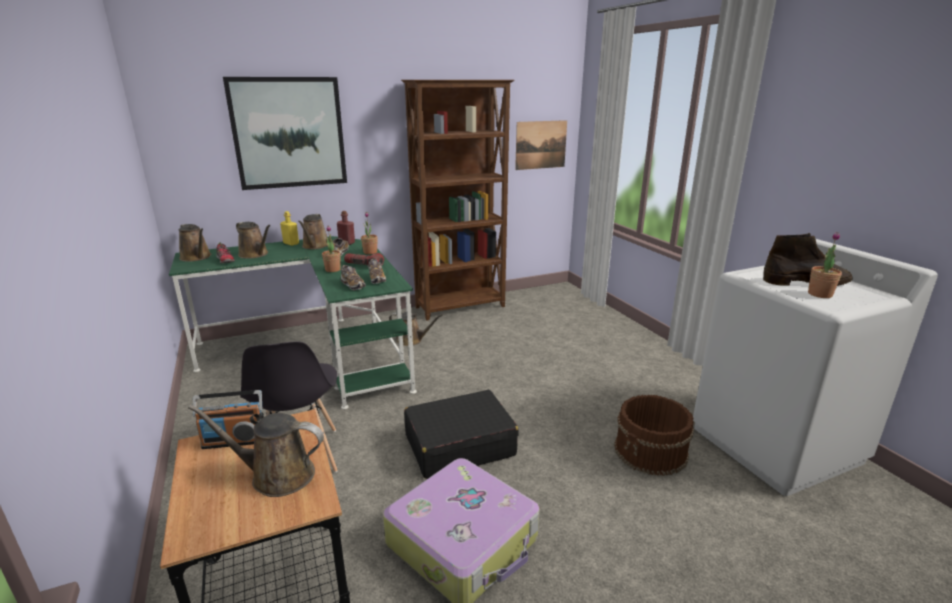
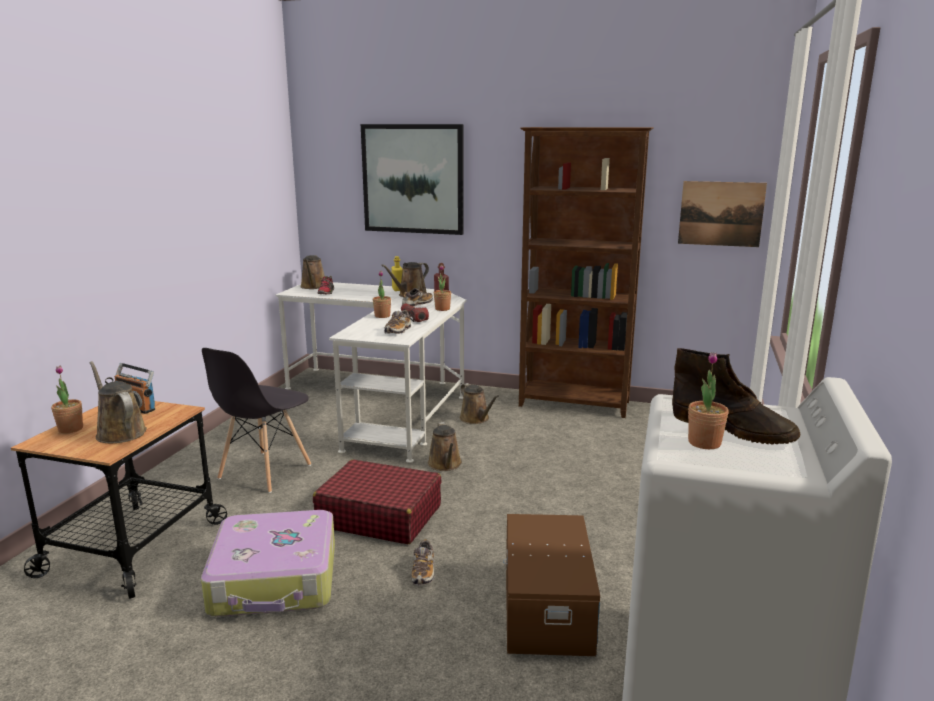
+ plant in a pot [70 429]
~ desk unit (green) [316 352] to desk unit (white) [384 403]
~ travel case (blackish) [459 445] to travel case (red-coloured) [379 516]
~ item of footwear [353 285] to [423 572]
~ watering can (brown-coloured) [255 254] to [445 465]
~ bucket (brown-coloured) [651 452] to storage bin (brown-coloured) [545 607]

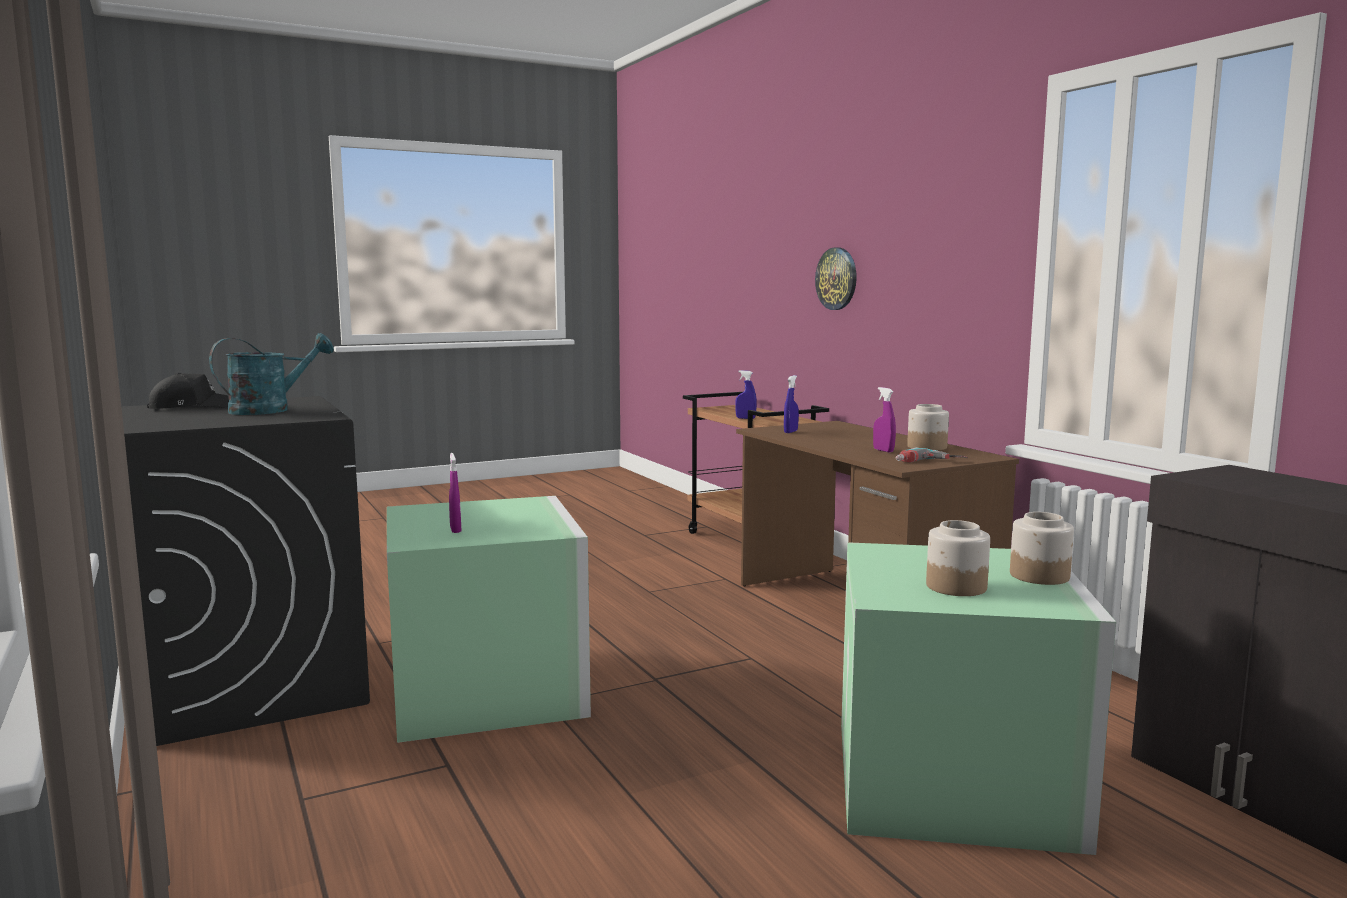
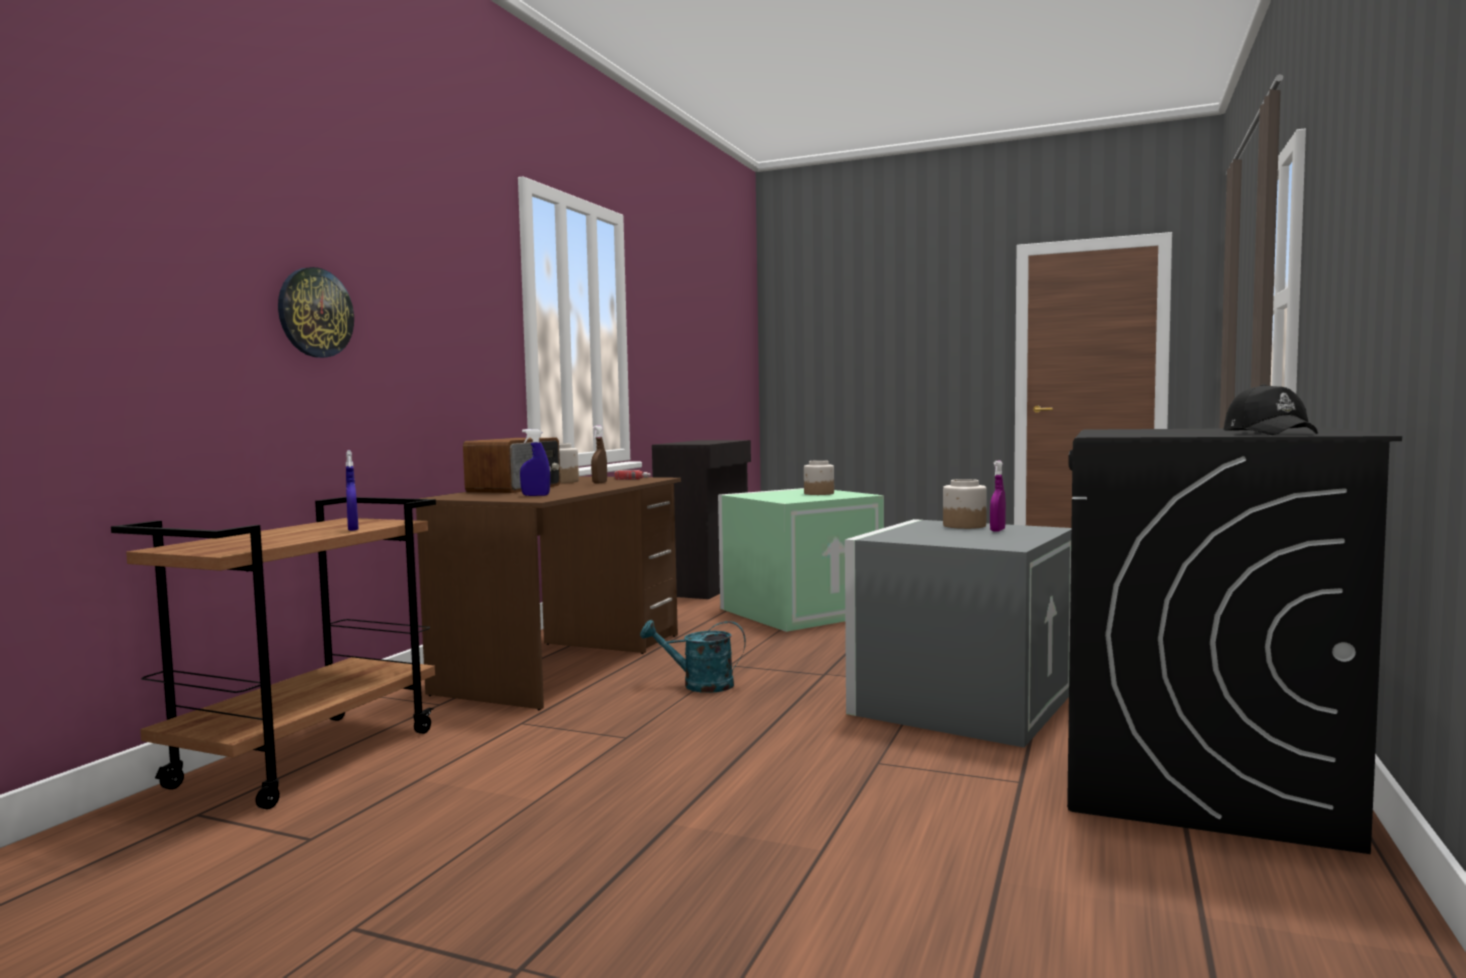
+ radio receiver [516 488]
~ hand sprayer (purplish) [883 450] to hand sprayer (brown-coloured) [599 483]
~ watering can (turquoise) [270 410] to [698 685]
~ storage bin (green) [490 691] to storage bin (grey) [960 702]
~ storage jar [1040 576] to [963 526]
~ peaked cap (blackish) [191 407] = [1269 433] 120 degrees counterclockwise

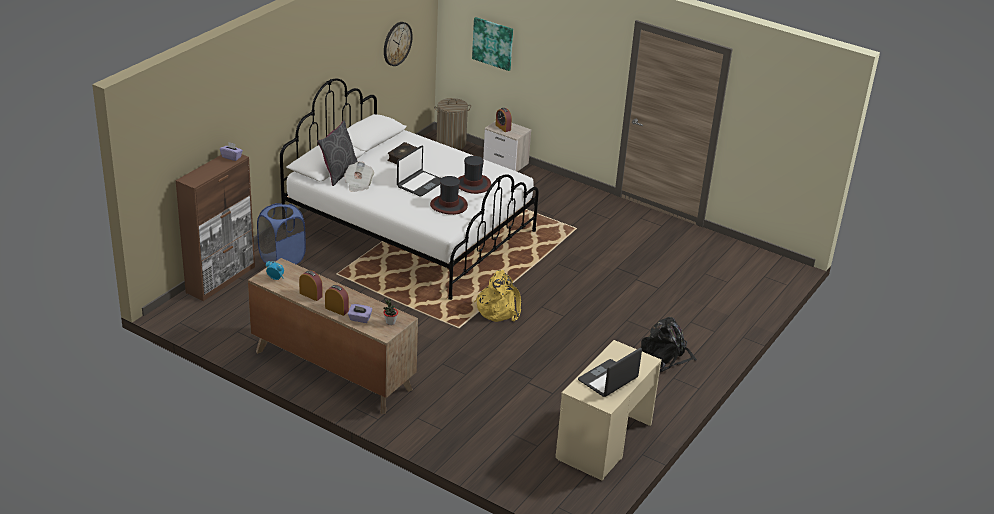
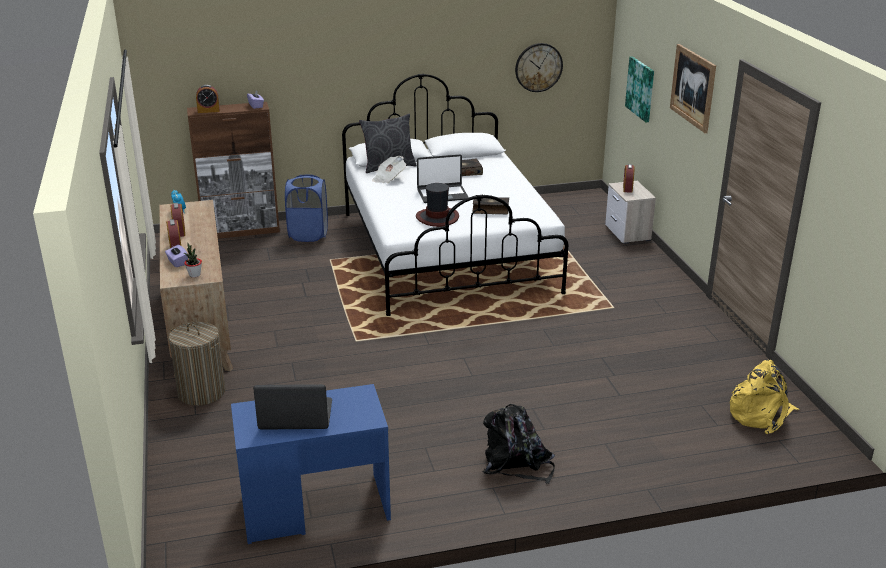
~ washing basket [451 143] to [201 392]
+ table clock [208 111]
~ desk unit (beige) [604 441] to desk unit (blue-coloured) [315 508]
~ hat [473 184] to book [490 210]
+ wall picture [693 87]
~ rucksack (yellow-coloured) [498 309] to [760 414]

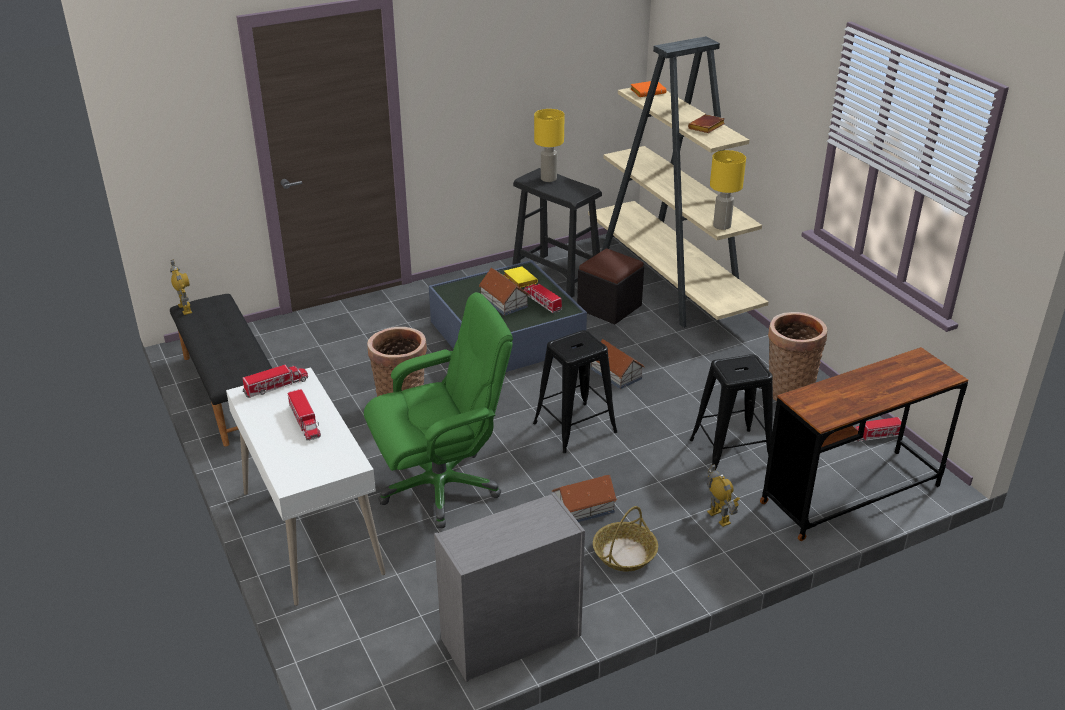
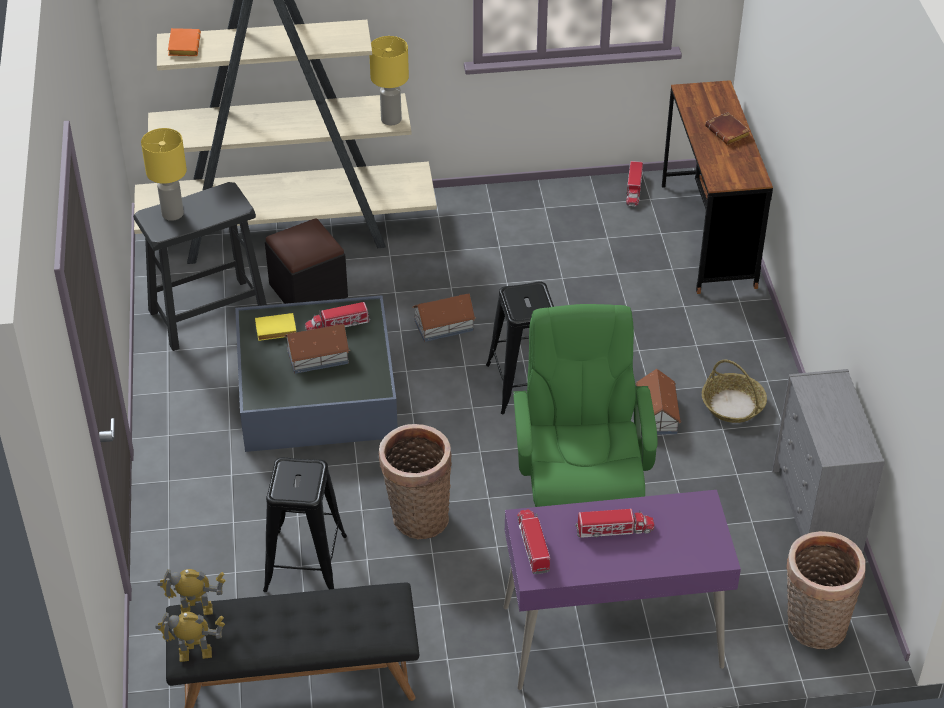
~ toy robot [719 517] to [196 611]
~ stool seat (blackish) [730 452] to [305 563]
~ desk unit (white) [311 532] to desk unit (purplish) [612 638]
~ book (brown-coloured) [706 127] to [729 132]
~ storage basket [788 391] to [812 627]

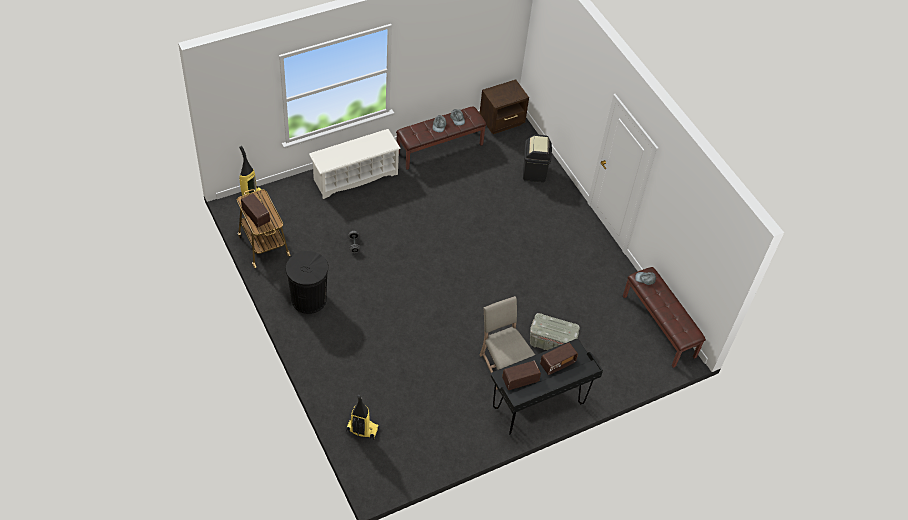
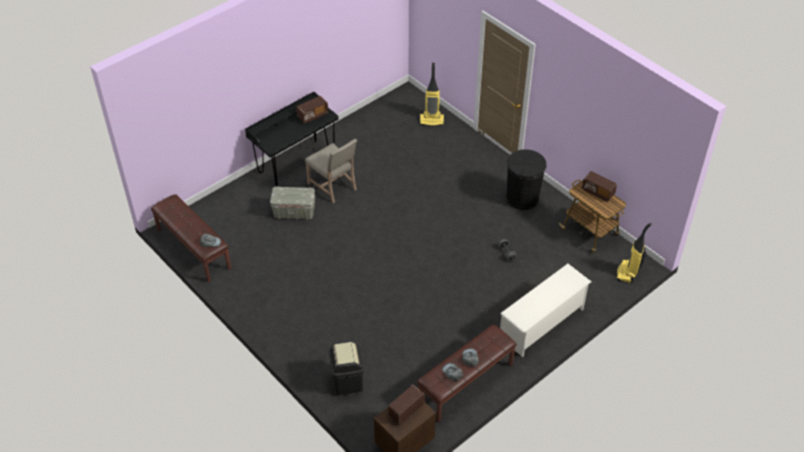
~ radio receiver [557 363] to [406 410]

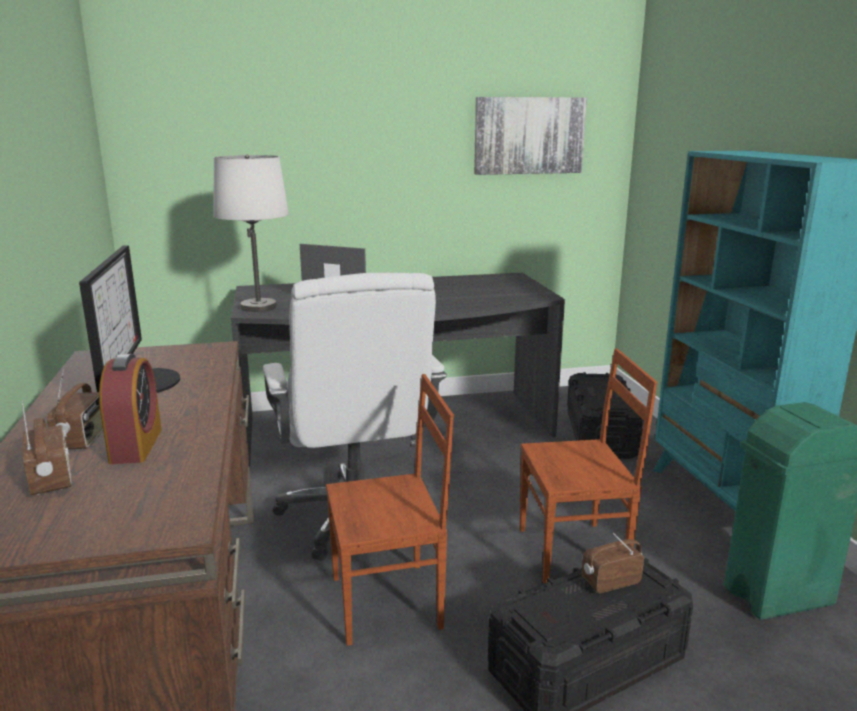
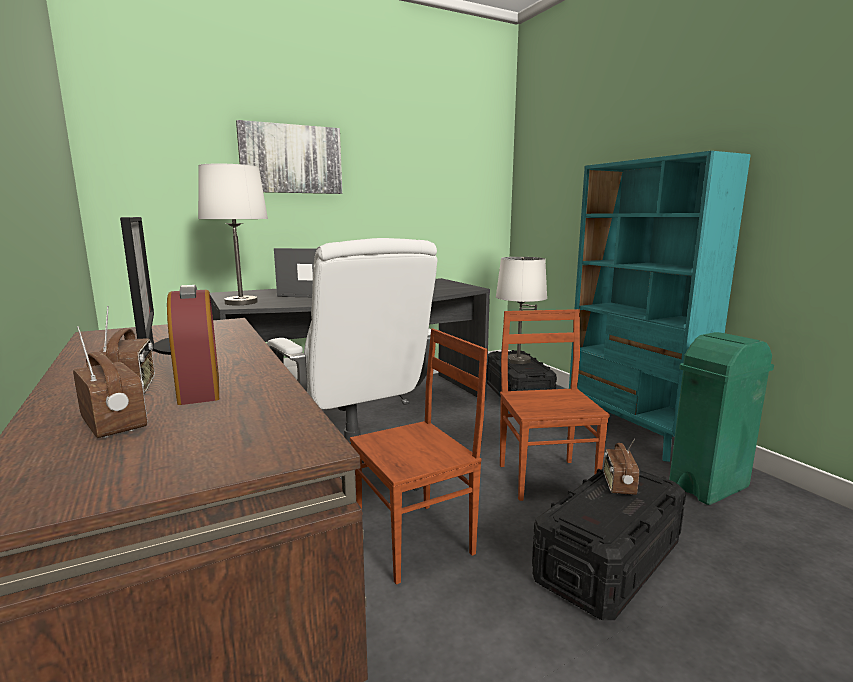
~ wall picture [529 135] to [291 159]
+ tabletop lamp (white) [518 360]
~ upright chair (brown-coloured) [574 553] = [547 478] 75 degrees counterclockwise
~ radio receiver [610 581] = [618 485] 45 degrees counterclockwise

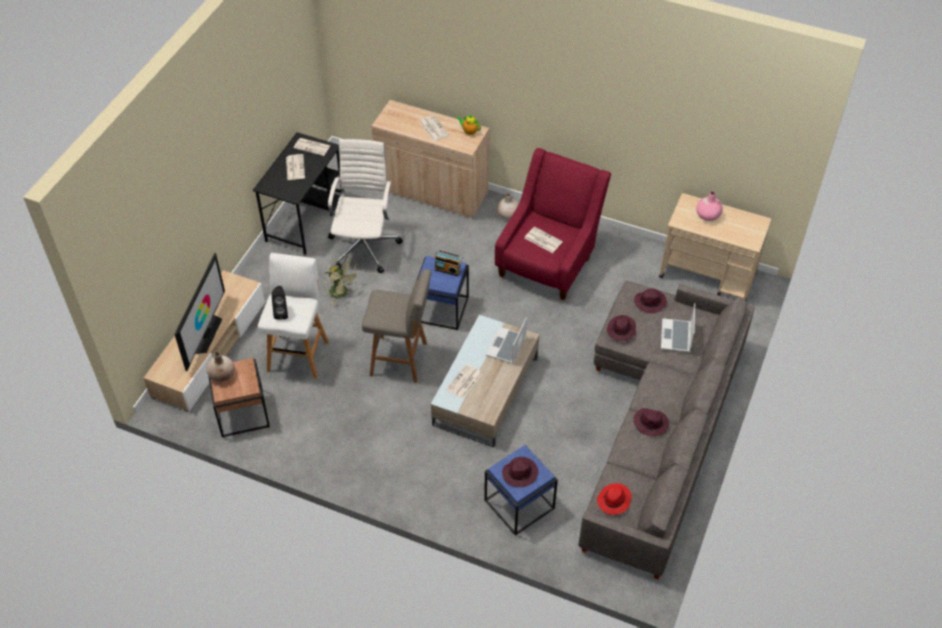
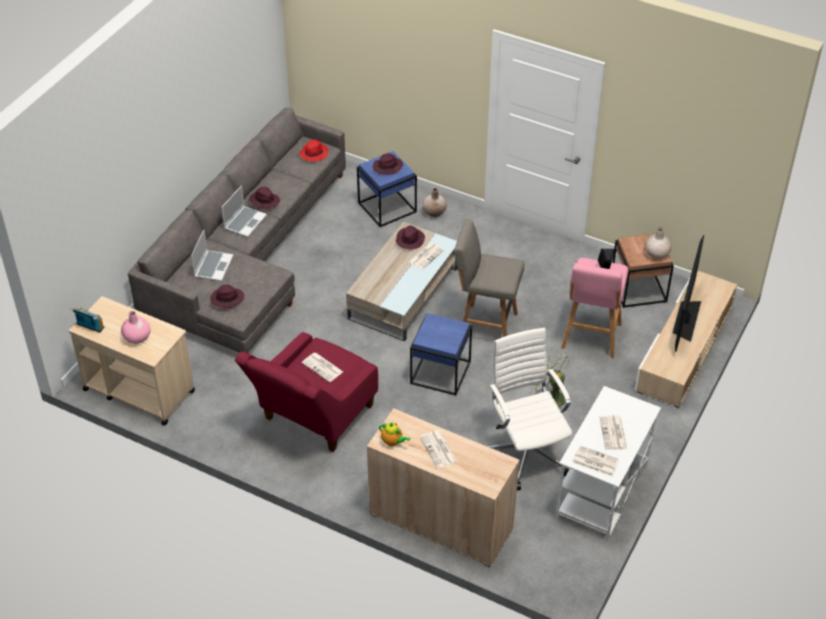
~ radio receiver [448 269] to [89 326]
~ laptop [506 347] to [245 222]
~ hat (purplish) [621 330] to [410 240]
~ vase (beige) [508 215] to [434 212]
~ desk chair (white) [364 246] = [526 452] 150 degrees clockwise
~ desk unit (blackish) [305 219] to desk unit (white) [601 492]
~ stool seat (white) [298 354] to stool seat (pinkish) [591 337]

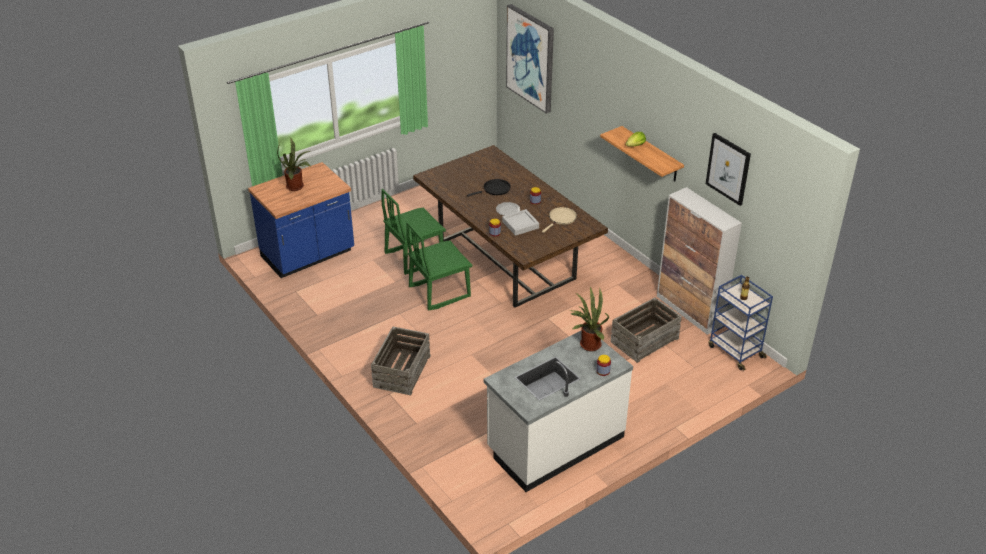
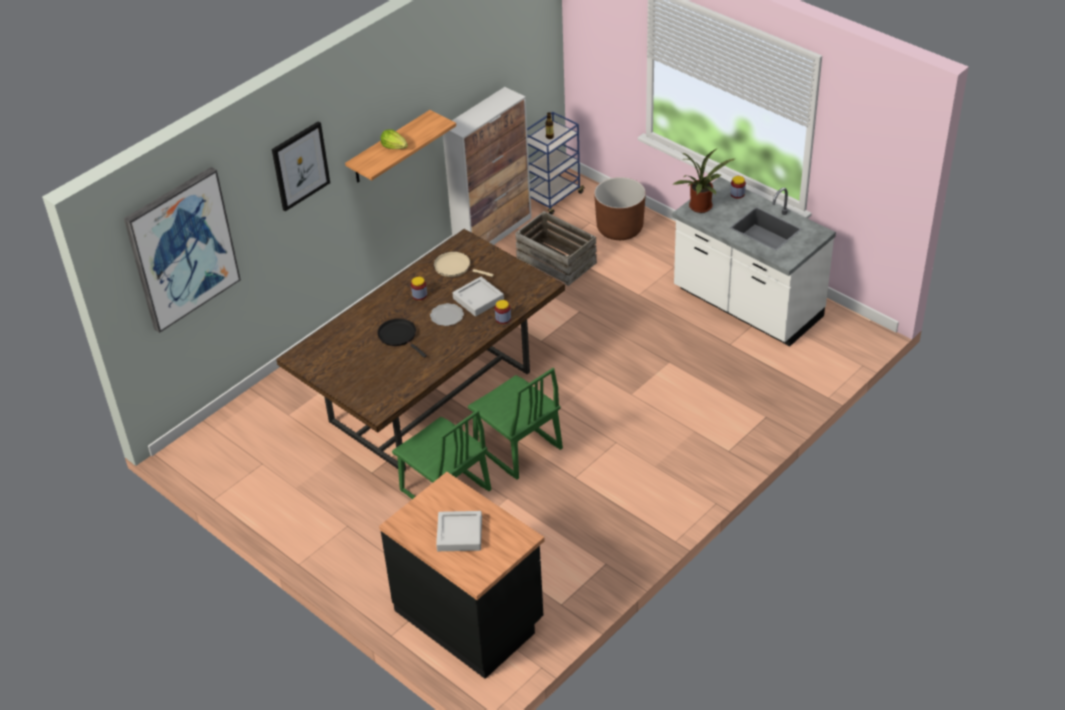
~ wall picture [728 168] to [300 165]
~ kitchen counter (blue-coloured) [308 255] to kitchen counter (blackish) [470 616]
~ plant in a pot [297 186] to carrying tray (grey) [459 534]
+ flower pot (brown-coloured) [619 228]
- packing crate [401 371]

